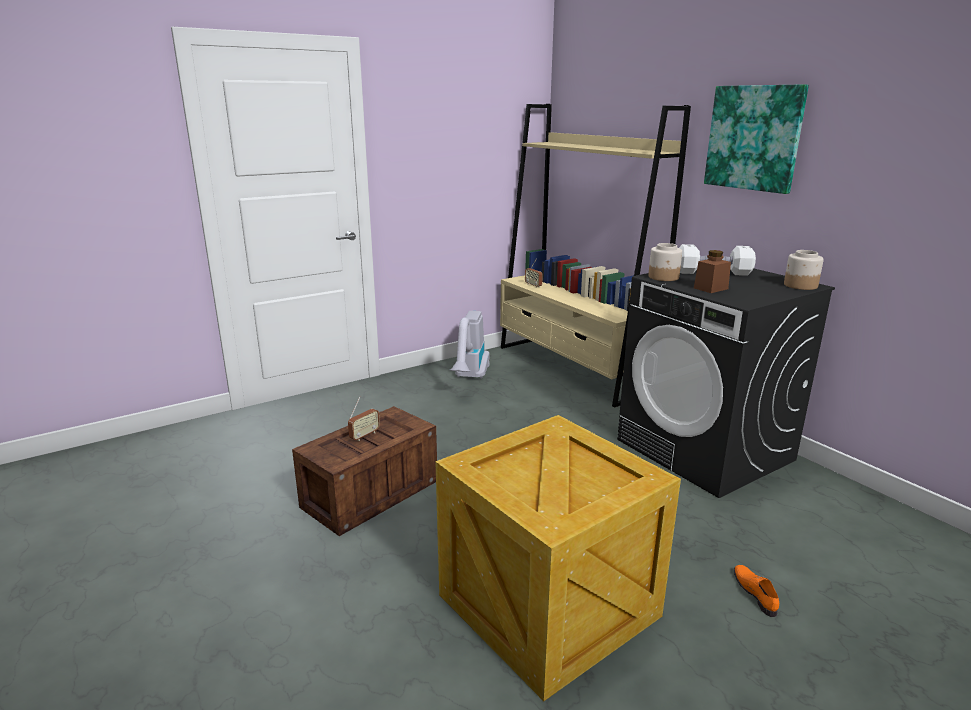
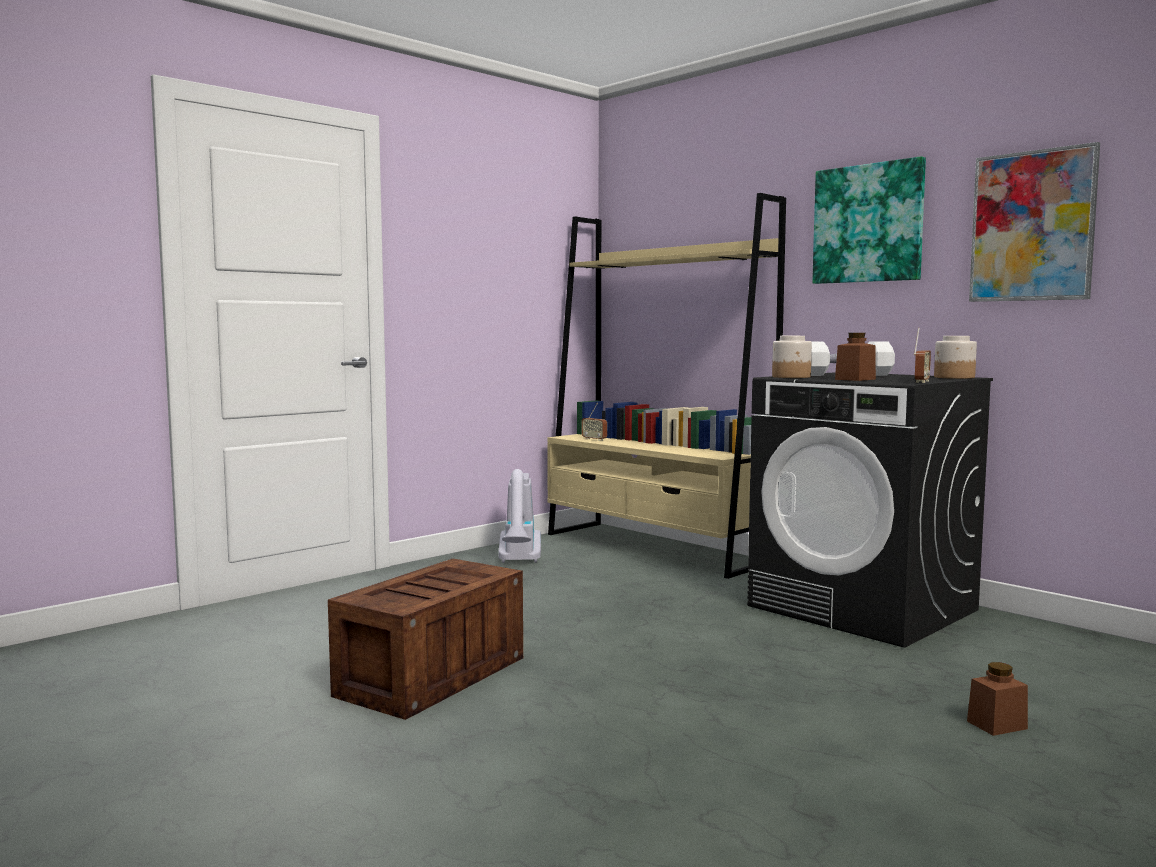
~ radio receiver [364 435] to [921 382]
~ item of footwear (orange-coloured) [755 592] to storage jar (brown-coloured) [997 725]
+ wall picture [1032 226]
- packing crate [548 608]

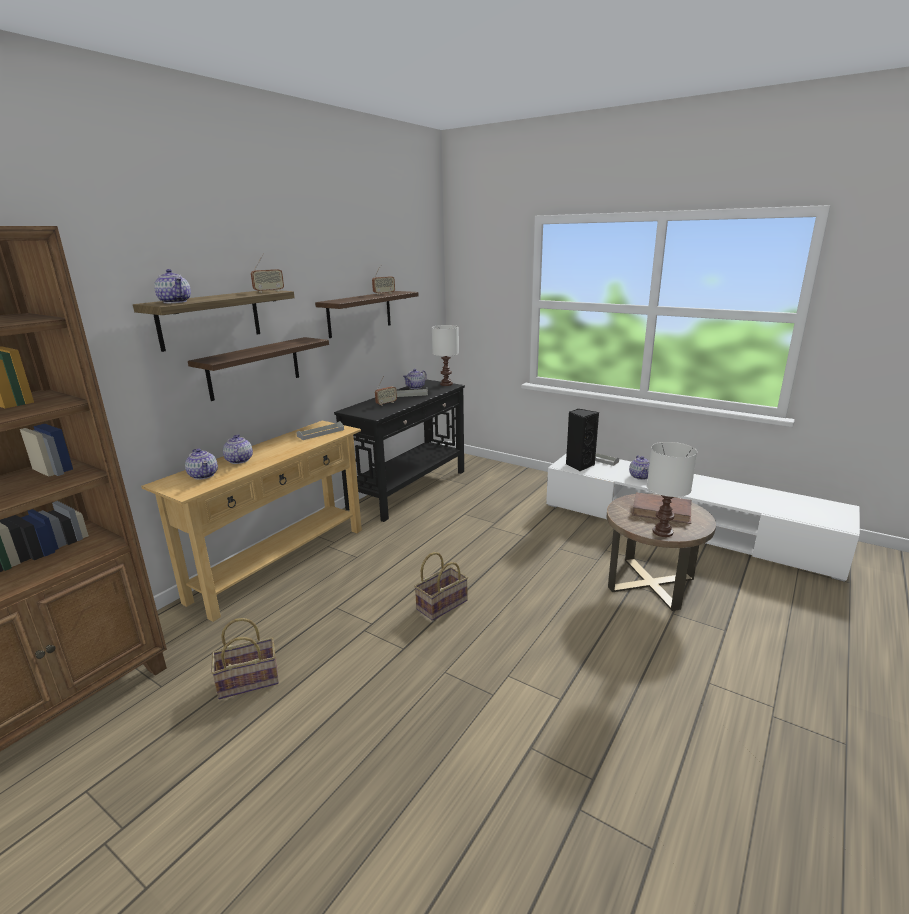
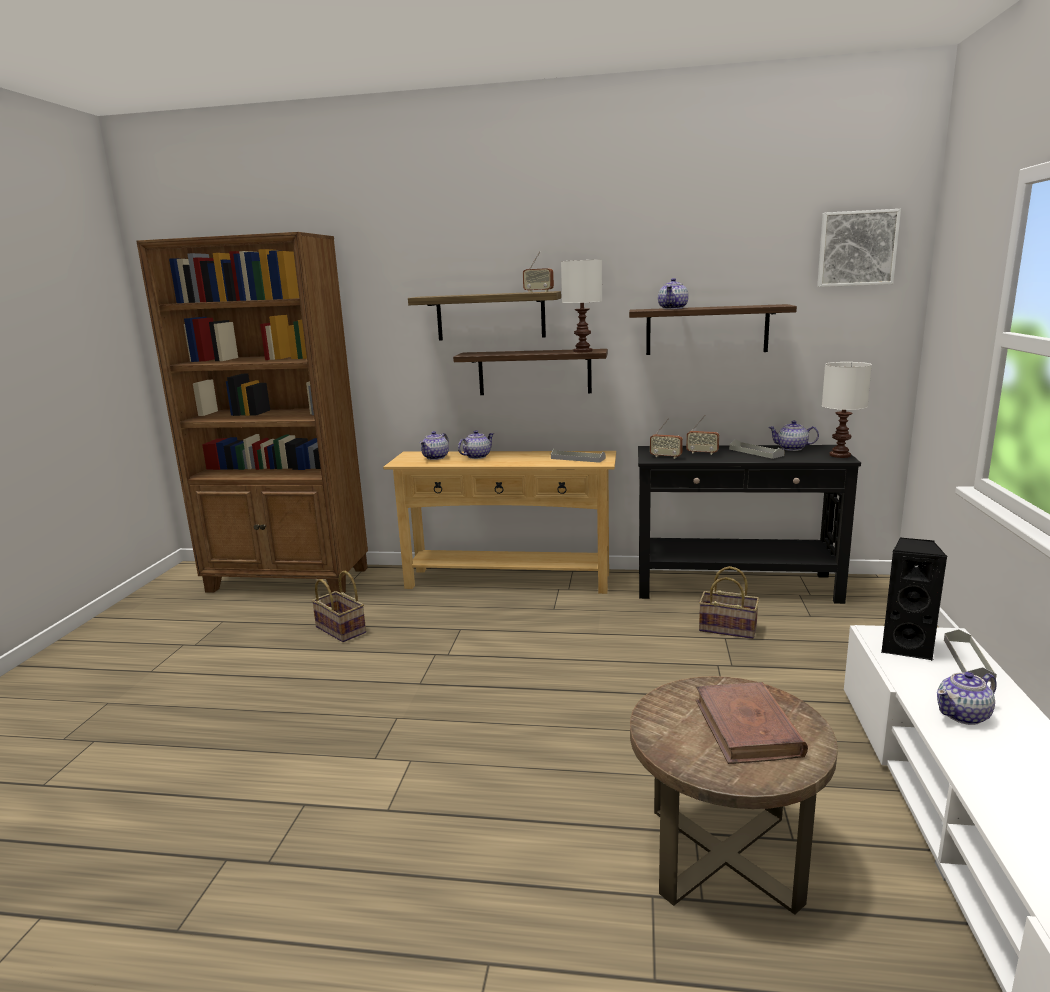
~ tabletop lamp (white) [662 531] to [583 351]
~ radio receiver [384 294] to [666 457]
~ teapot [175 302] to [673 308]
~ storage basket [442 604] to [729 628]
+ wall picture [856 248]

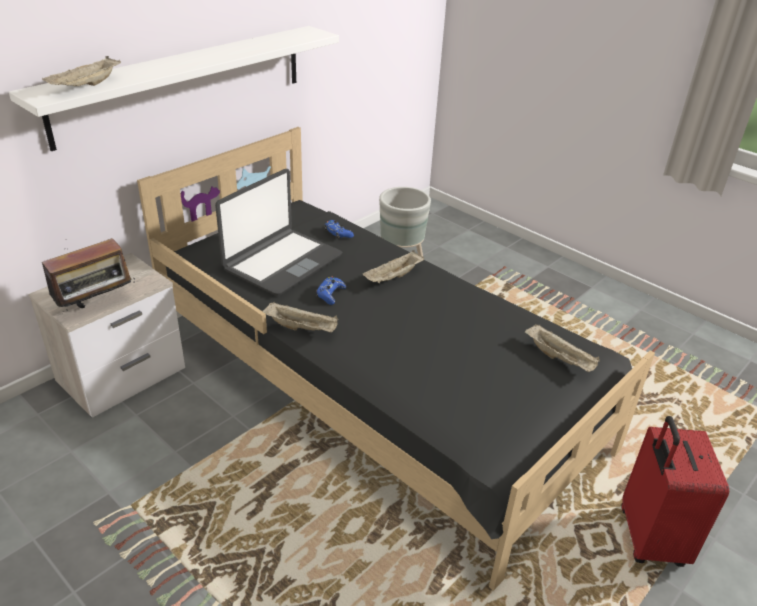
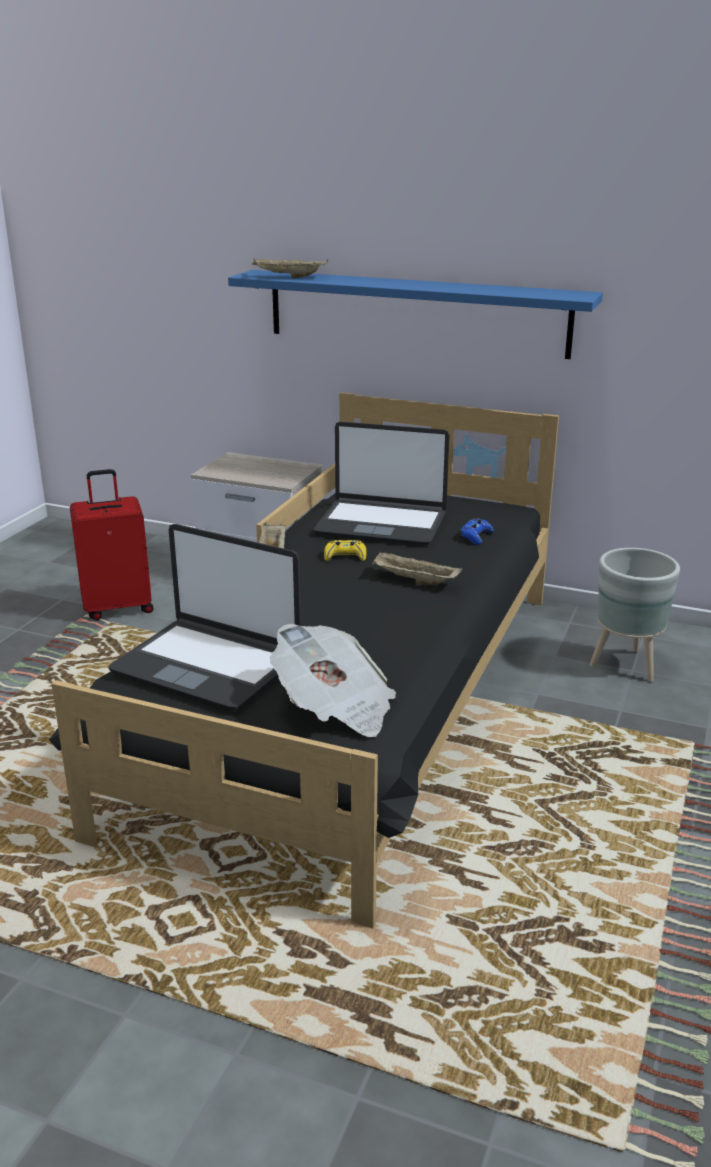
~ travel case (red-coloured) [649 538] to [118 607]
+ laptop [208 665]
~ bracket shelf (white) [184 83] to bracket shelf (blue-coloured) [416 313]
~ carrying tray (beige) [560 358] to daily paper [335 708]
~ joypad (blue-coloured) [330 294] to joypad (yellow-coloured) [345 556]
- radio receiver [96 306]

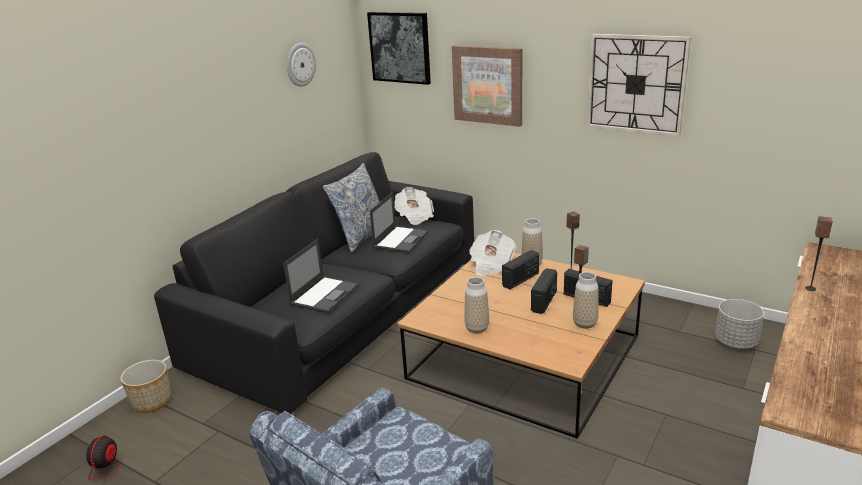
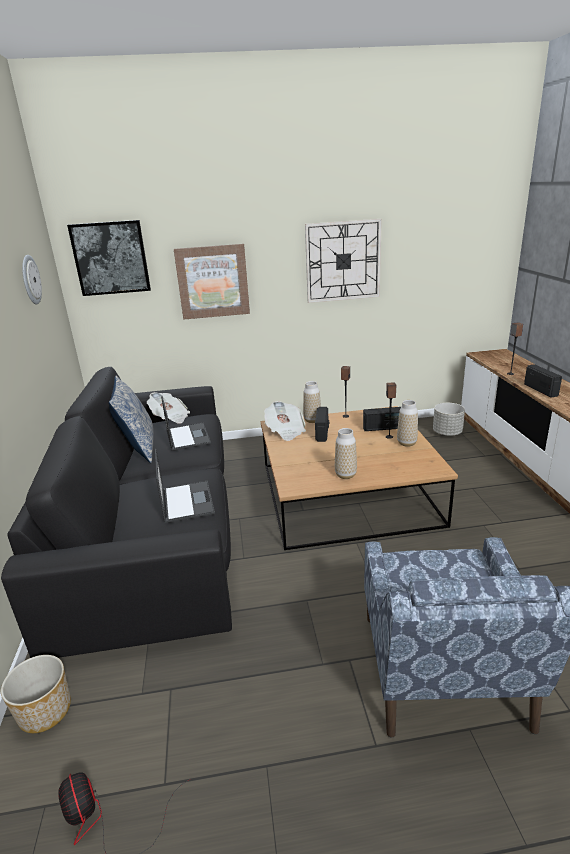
~ radio receiver [544 301] to [541 390]

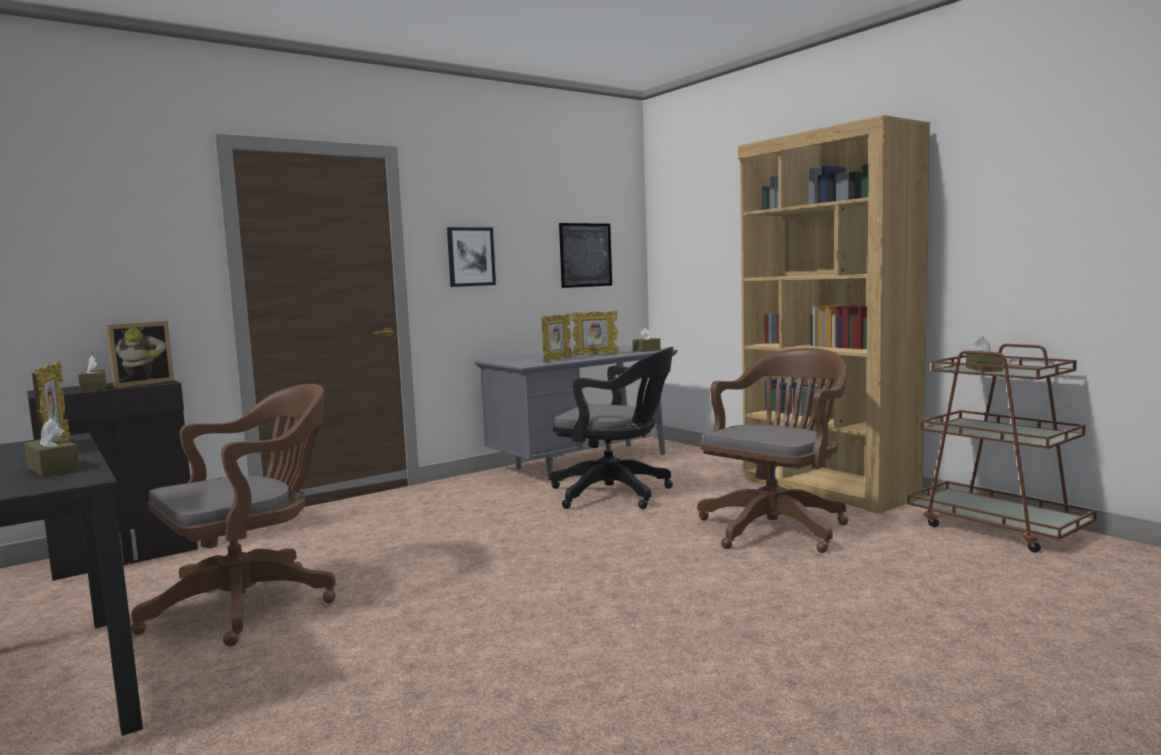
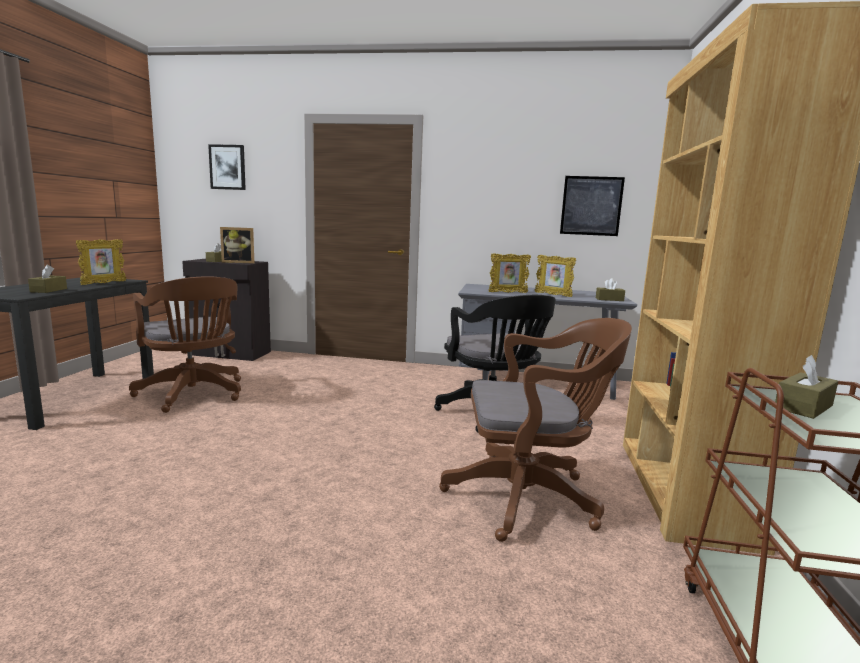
~ desk chair (brown-coloured) [251 603] = [194 395] 45 degrees clockwise
~ wall picture [470 257] to [227 167]

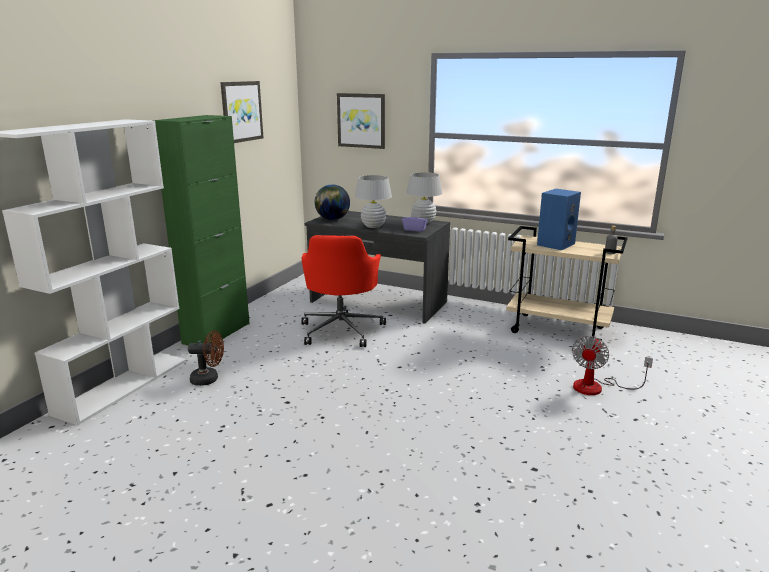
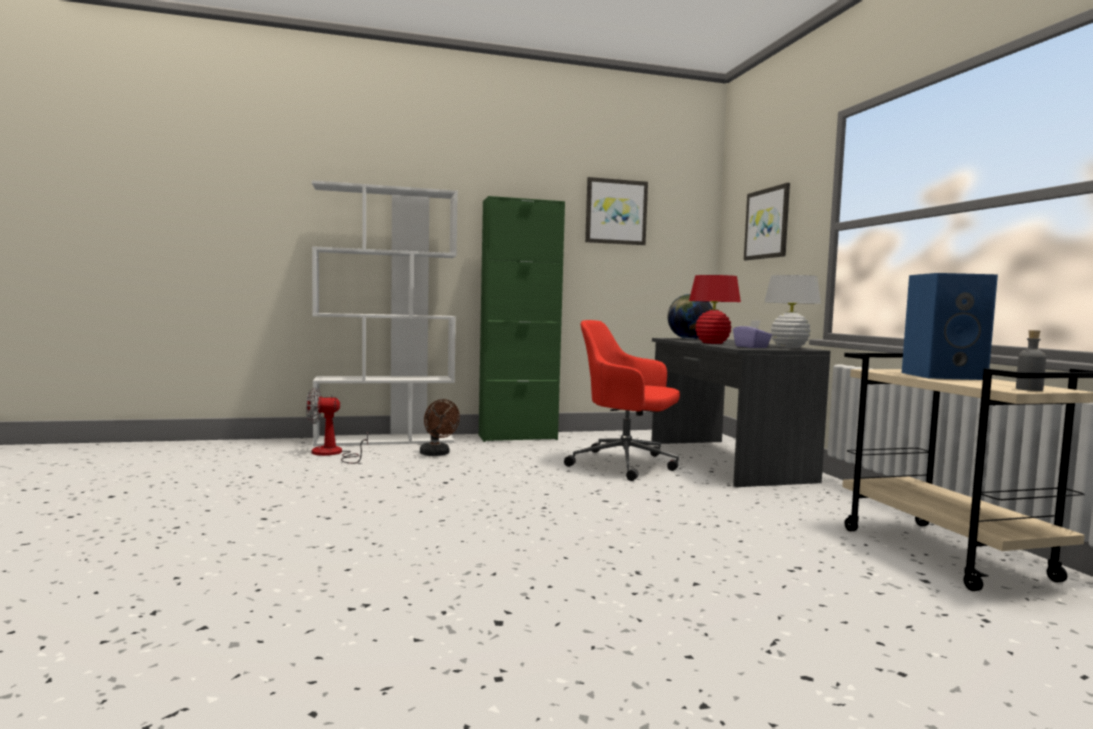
~ fan [597 387] to [333 454]
~ desk chair (red-coloured) [342 330] = [626 464] 60 degrees clockwise
~ tabletop lamp (white) [373 226] to tabletop lamp (red-coloured) [712 343]

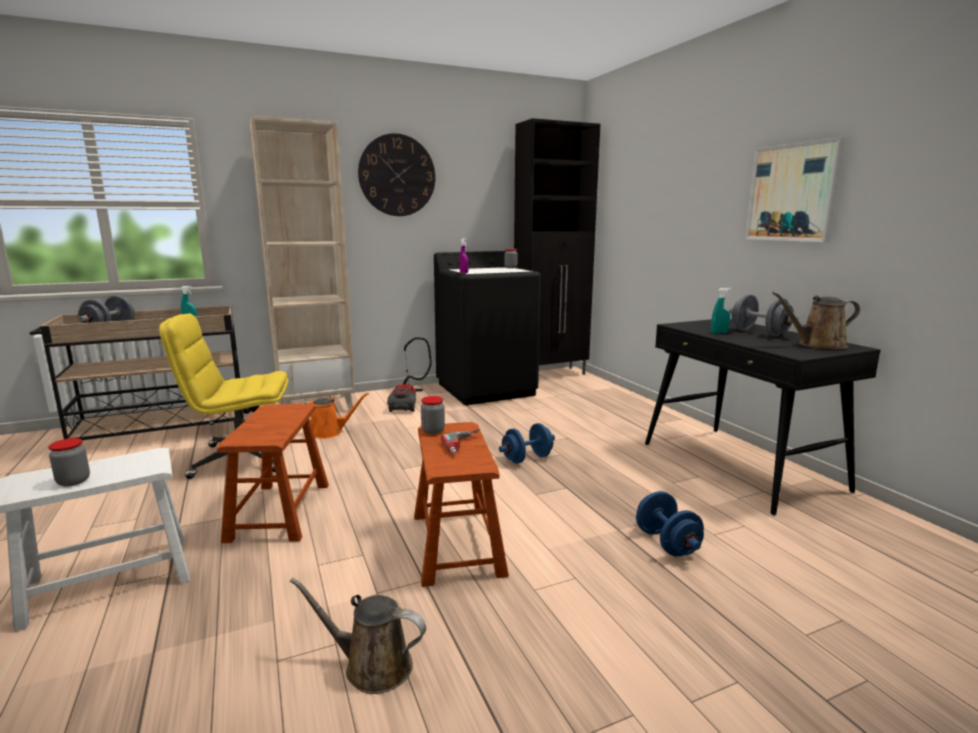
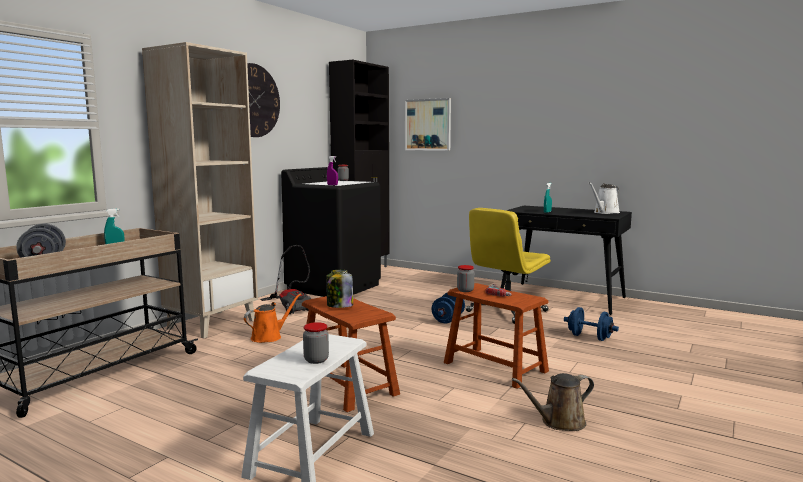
+ storage jar [339 306]
~ wall picture [792 193] to [428 125]
~ desk chair (yellow-coloured) [240 459] to [506 312]
~ watering can (brown-coloured) [818 345] to watering can (white) [605 212]
- dumbbell (grey) [759 333]

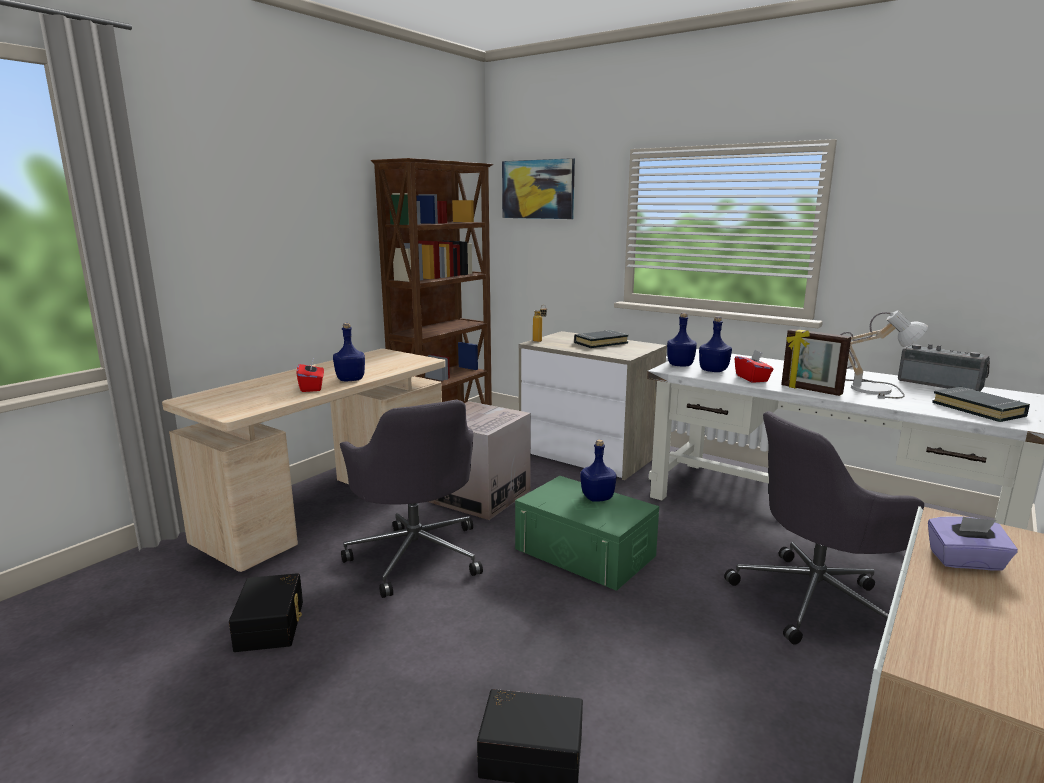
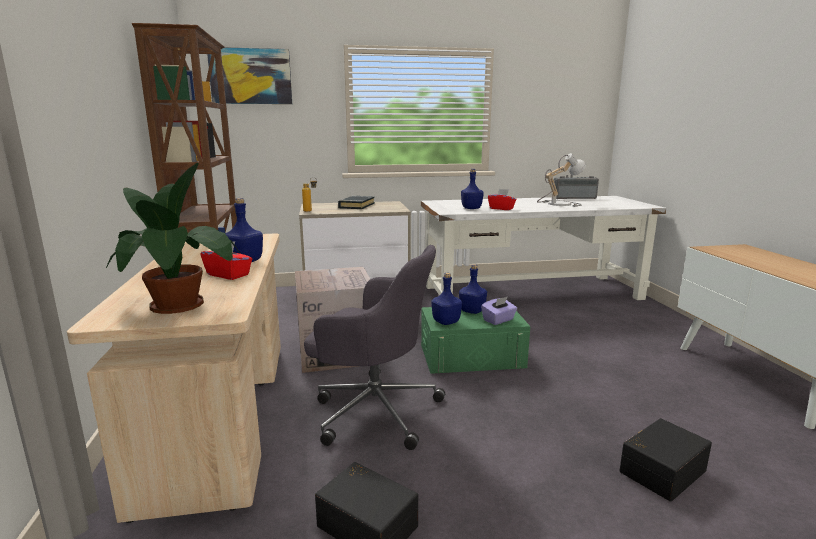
+ plant in a pot [180 305]
~ drink bottle (blue-coloured) [679 365] to [445 322]
~ box of tissues (purplish) [966 561] to [498 320]
- desk chair (grey) [816 600]
- standing frame [810 390]
- book (blackish) [978 409]

